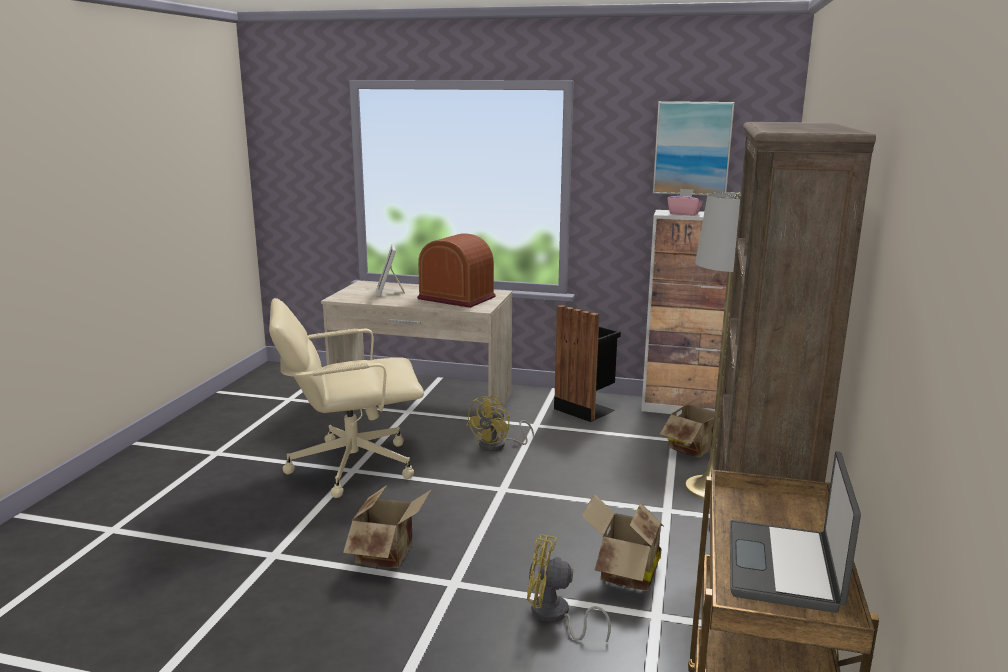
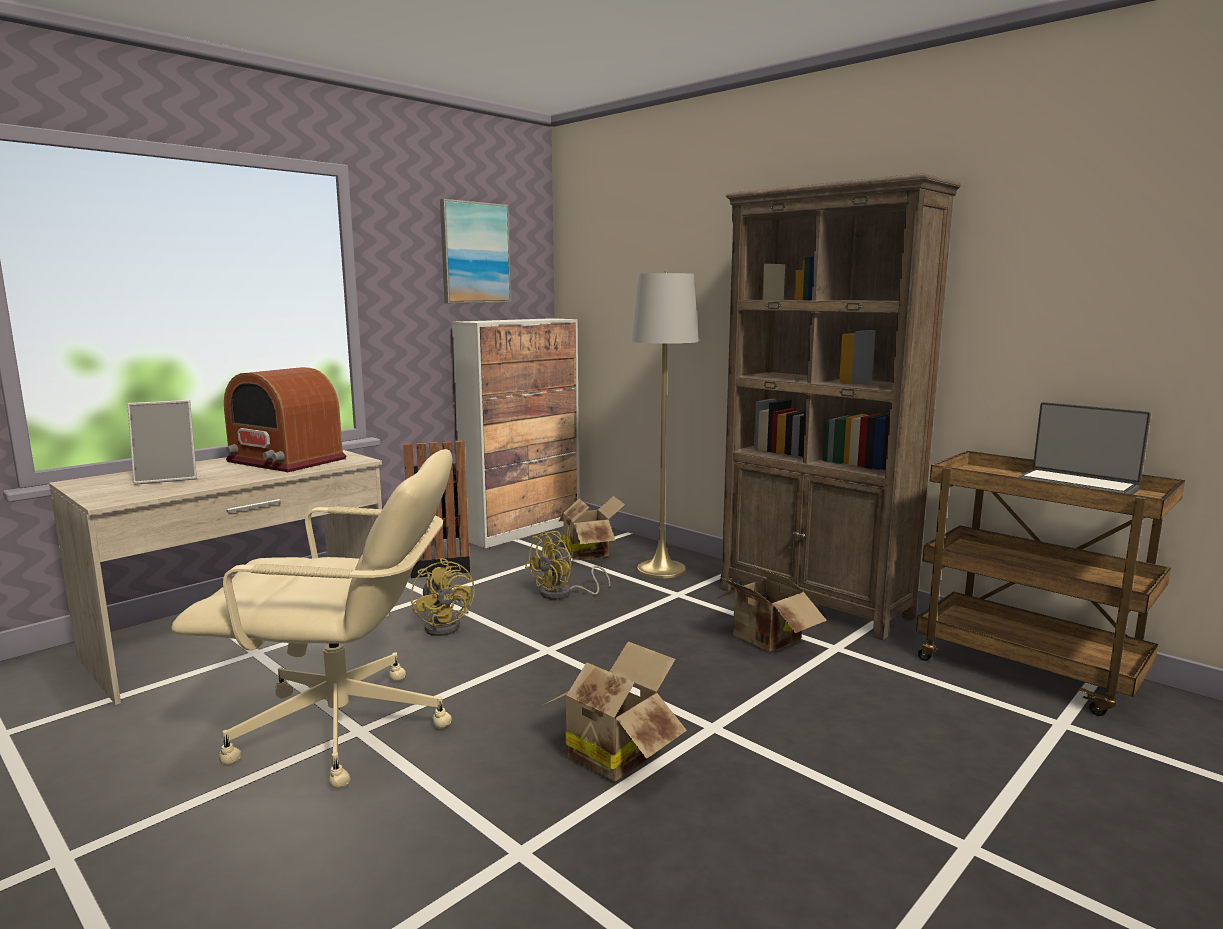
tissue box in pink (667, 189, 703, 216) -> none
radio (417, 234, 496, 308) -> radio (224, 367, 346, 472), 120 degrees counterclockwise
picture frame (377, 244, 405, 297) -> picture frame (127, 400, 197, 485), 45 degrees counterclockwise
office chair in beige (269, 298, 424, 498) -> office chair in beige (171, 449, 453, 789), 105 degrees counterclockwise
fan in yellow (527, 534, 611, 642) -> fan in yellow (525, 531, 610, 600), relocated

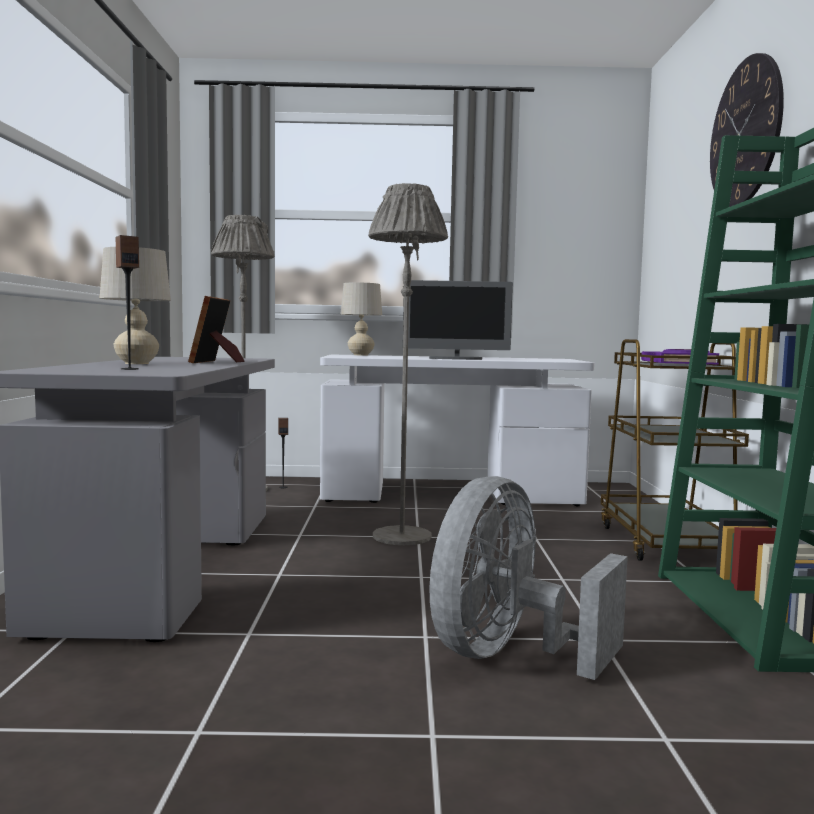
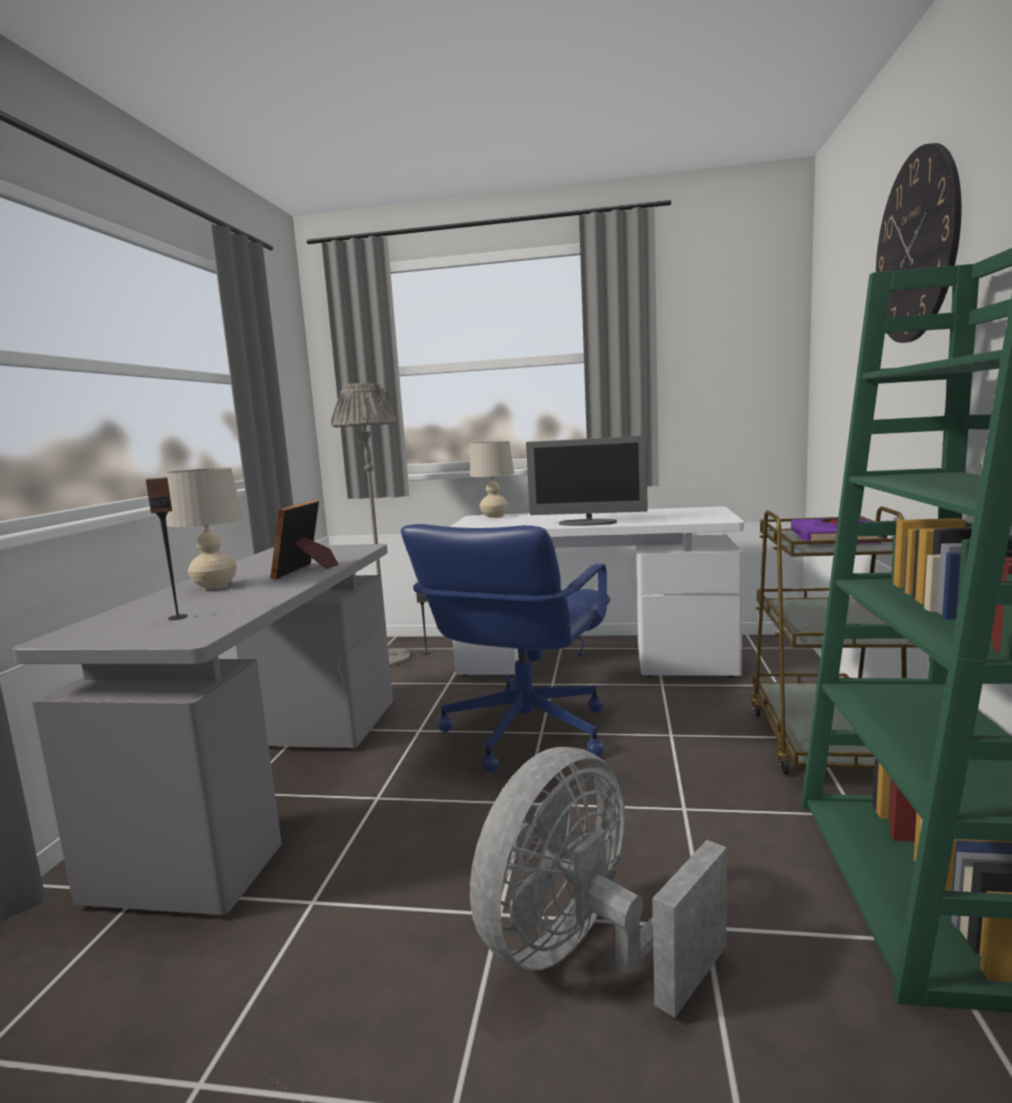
floor lamp in grey (368, 183, 448, 545) -> office chair in blue (401, 524, 610, 773)

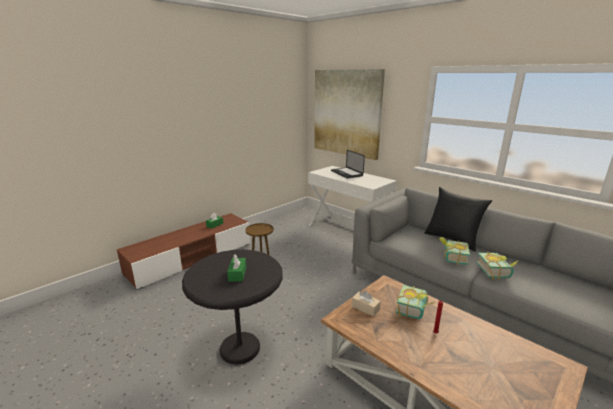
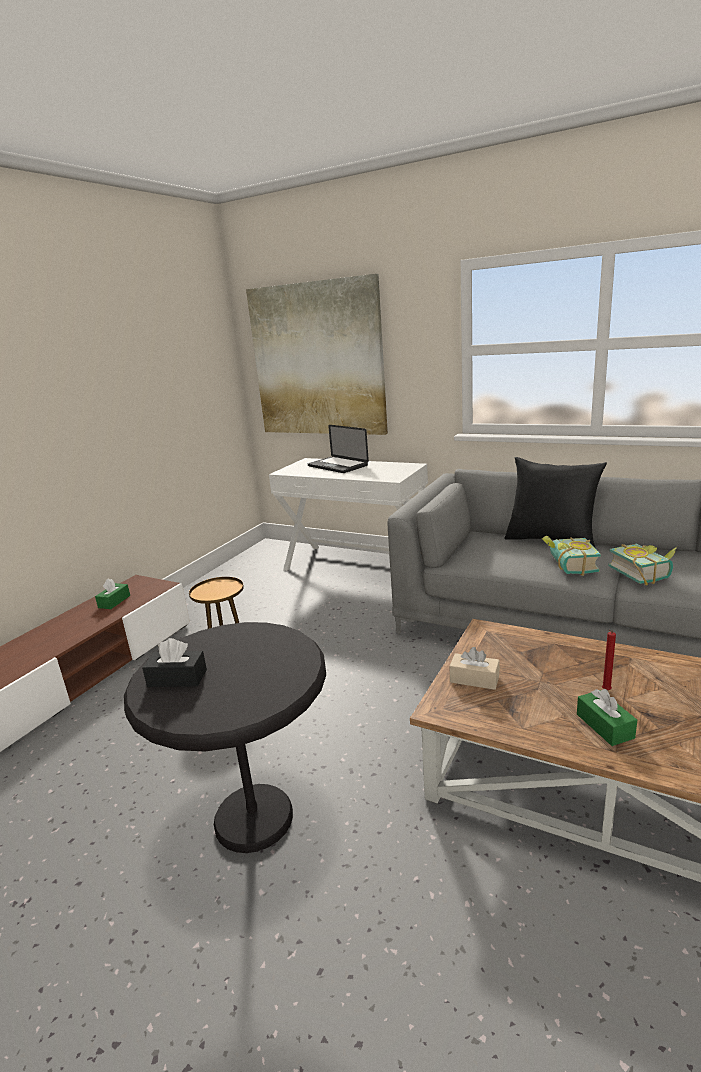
tissue box in green (227, 254, 246, 282) -> tissue box in green (577, 689, 637, 746), relocated
book (396, 285, 433, 319) -> none
none -> tissue box in black (142, 638, 207, 687)

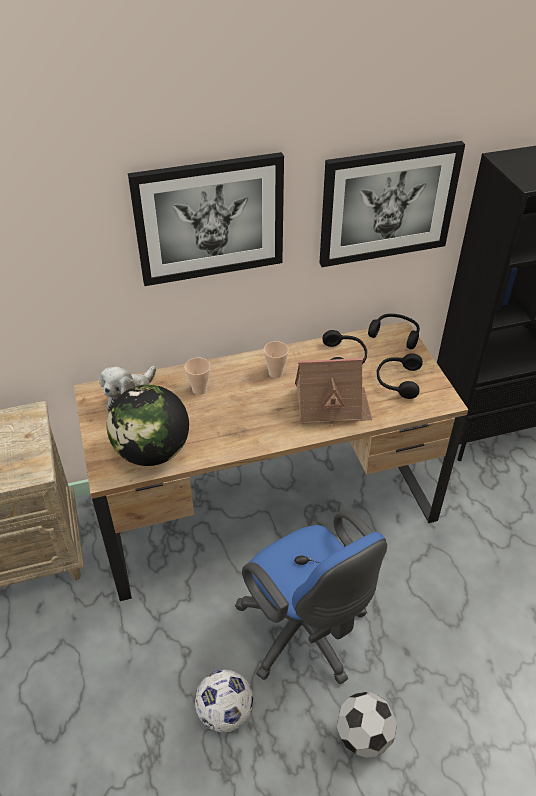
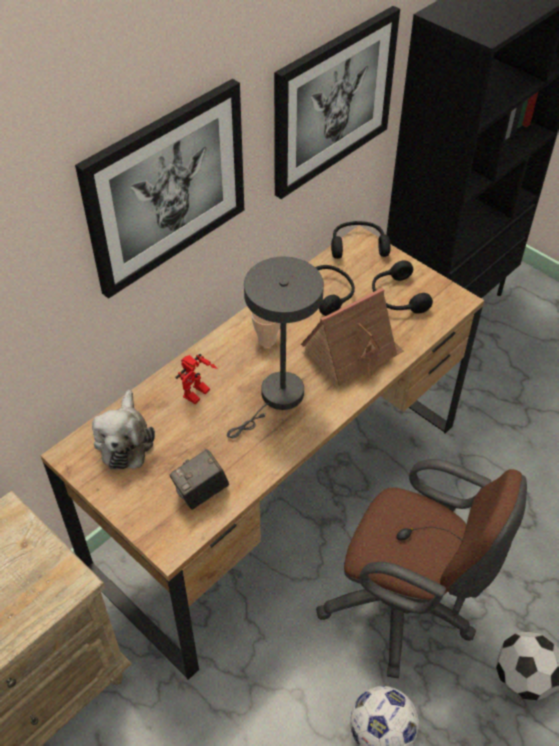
cup (185, 358, 211, 395) -> toy robot (175, 354, 217, 404)
globe (107, 385, 189, 466) -> photo camera (170, 449, 229, 510)
office chair in blue (235, 510, 387, 684) -> office chair in brown (316, 459, 527, 678)
none -> table lamp in grey (227, 257, 324, 438)

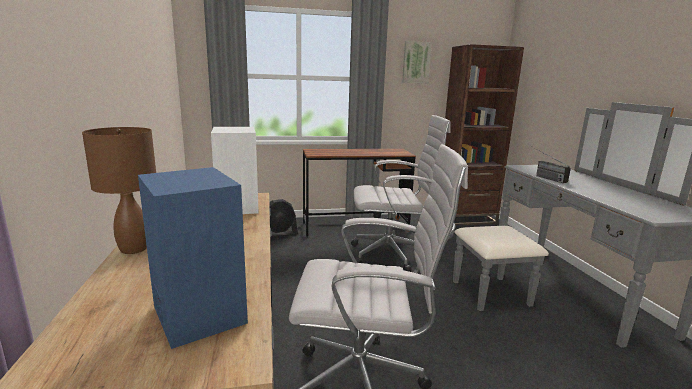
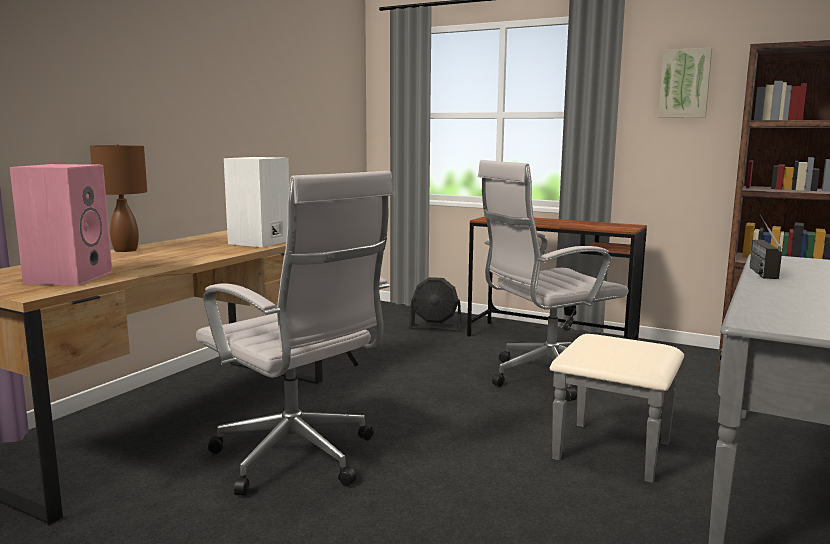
office chair in white (351, 115, 451, 272) -> office chair in white (478, 160, 629, 401), 120 degrees clockwise
speaker in blue (138, 167, 248, 349) -> speaker in pink (10, 164, 112, 286)

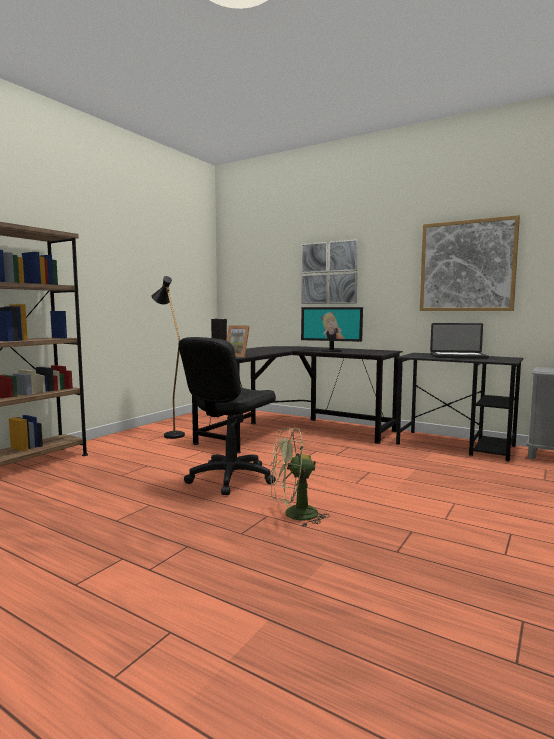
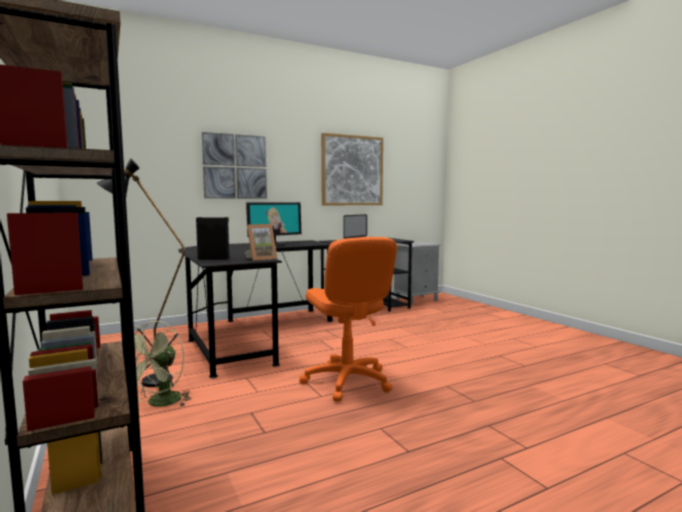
office chair in black (179, 337, 276, 495) -> office chair in orange (299, 237, 397, 402)
fan in green (270, 428, 330, 527) -> fan in green (134, 321, 192, 407), relocated

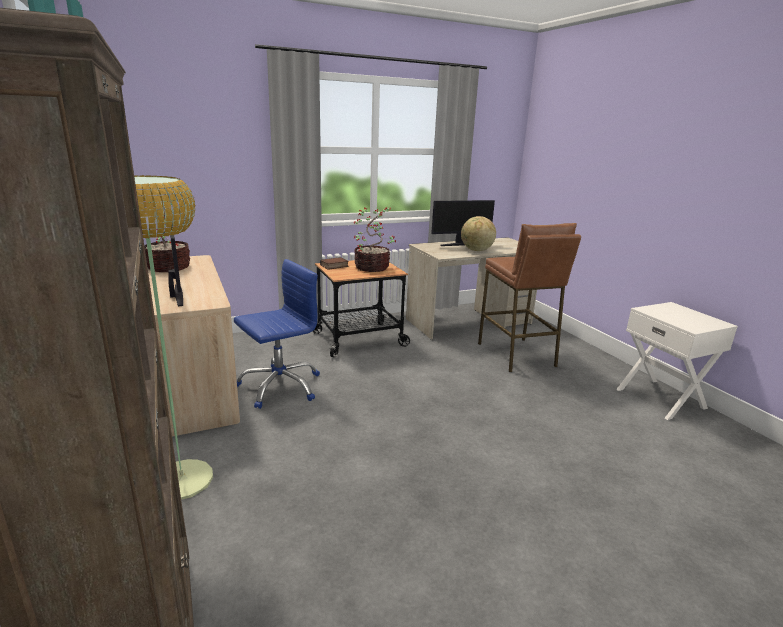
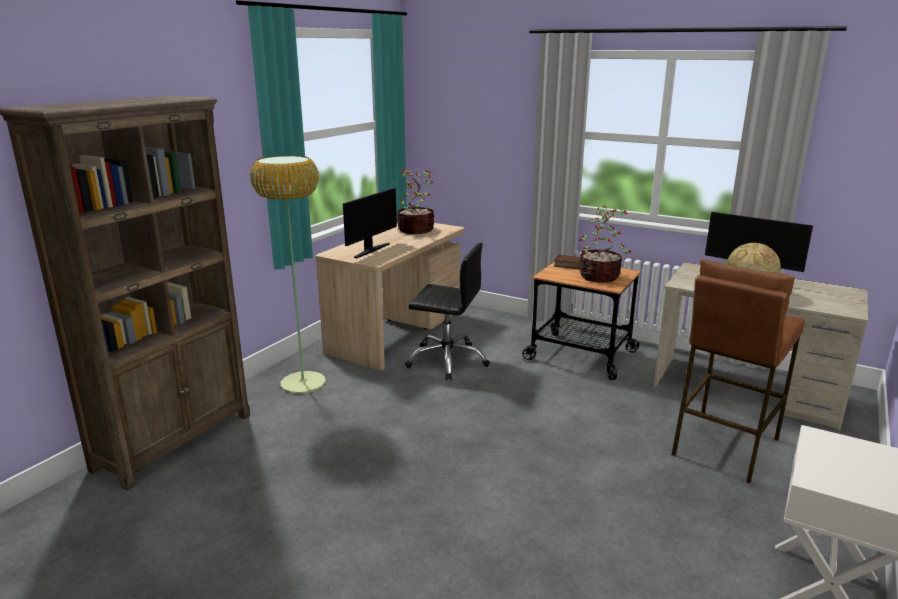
office chair in blue (234, 259, 320, 409) -> office chair in black (405, 243, 490, 380)

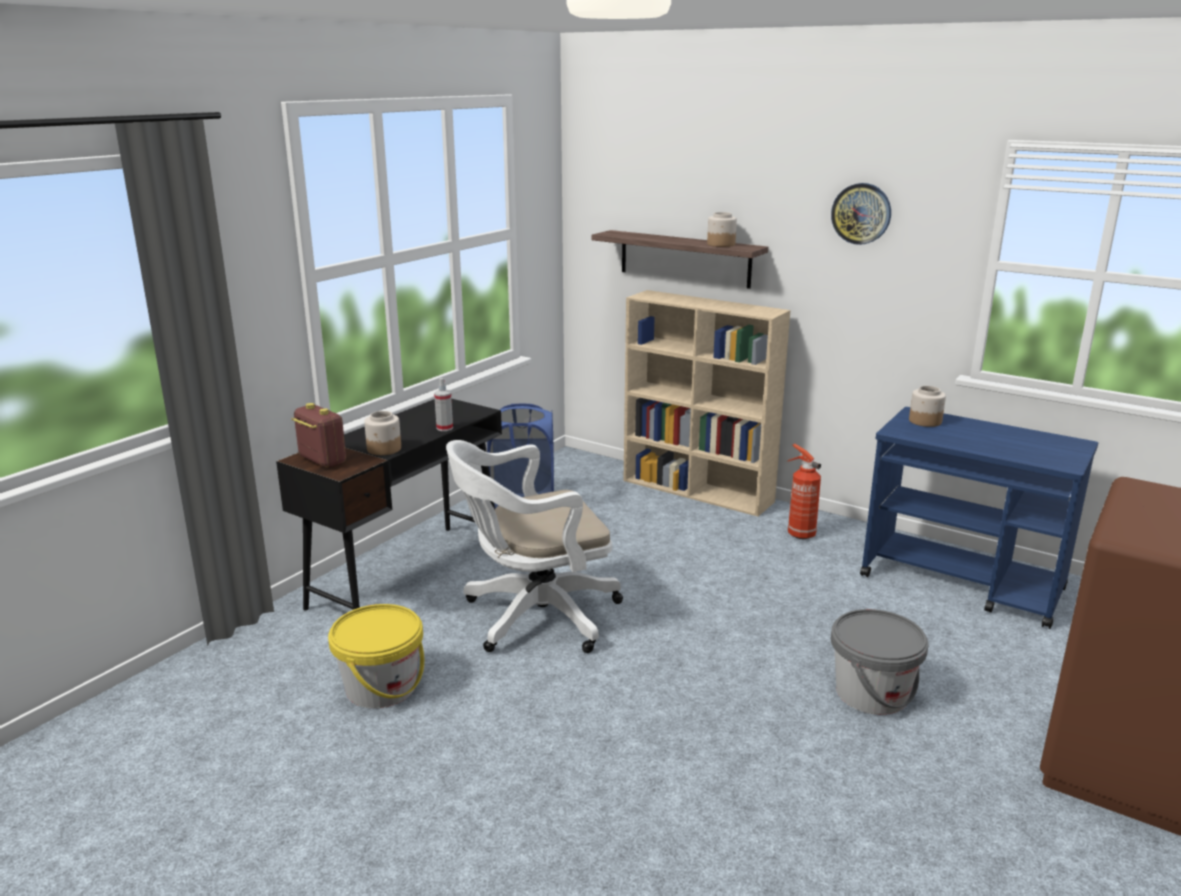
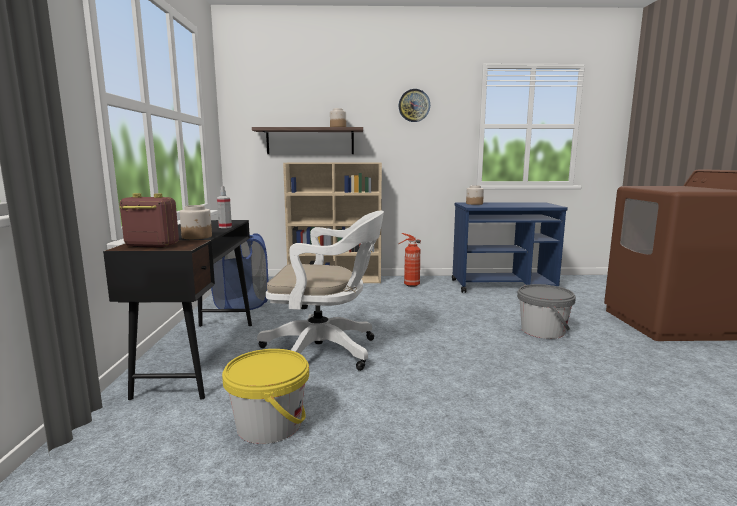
office chair in white (446, 440, 623, 653) -> office chair in white (257, 211, 384, 371), 120 degrees counterclockwise

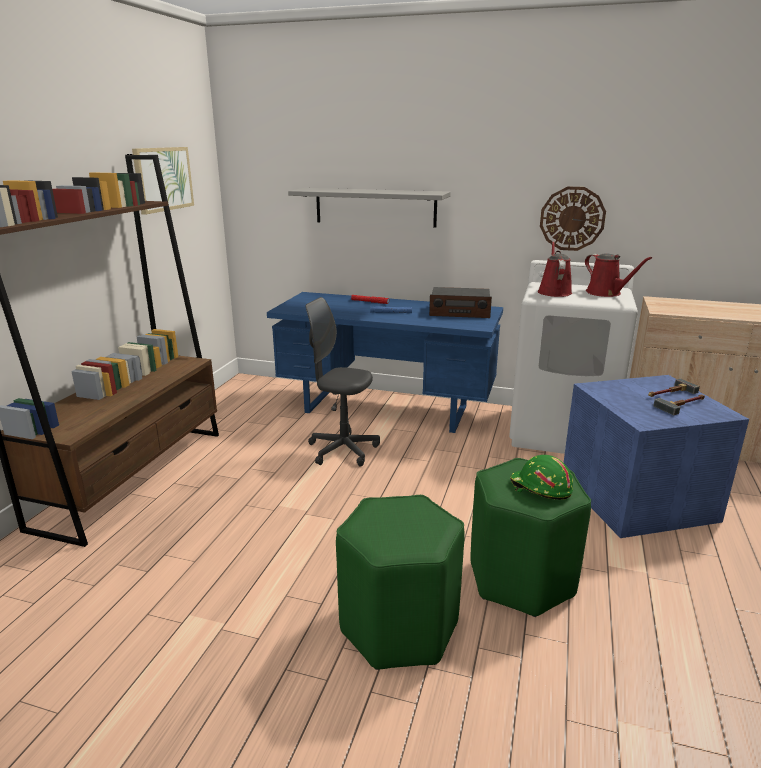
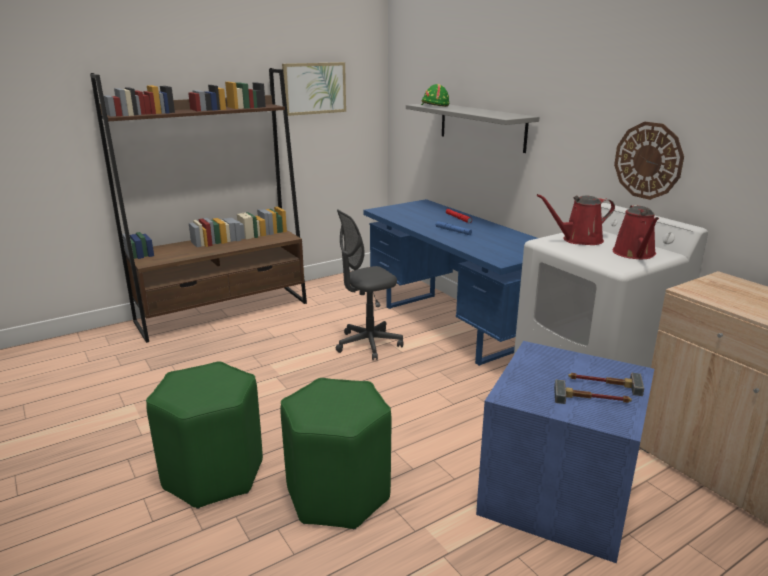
watering can in red (538, 241, 572, 297) -> watering can in red (537, 194, 615, 245), 150 degrees counterclockwise
radio (429, 287, 492, 318) -> none
office chair in grey (306, 297, 380, 467) -> office chair in grey (336, 209, 403, 361), 90 degrees counterclockwise
hard hat in green (510, 455, 573, 500) -> hard hat in green (421, 84, 450, 107), relocated

